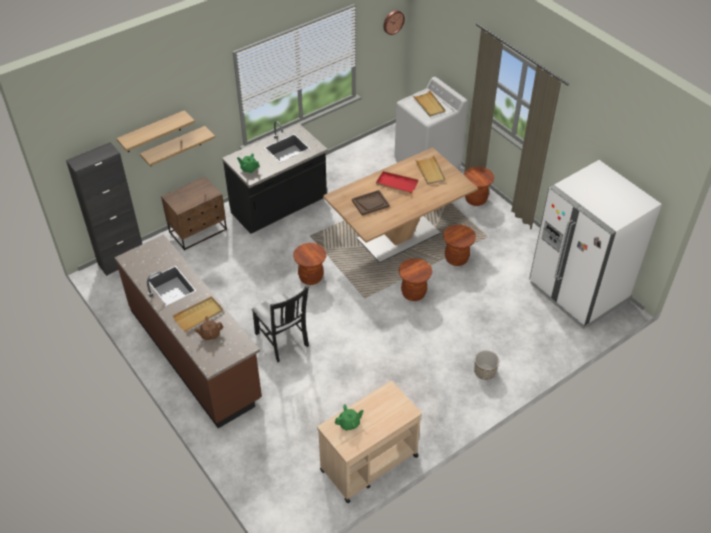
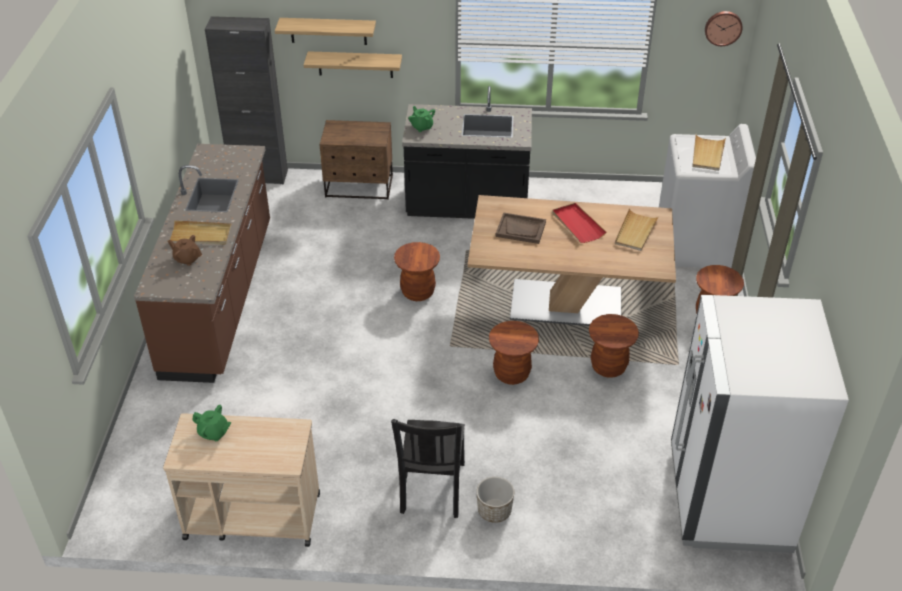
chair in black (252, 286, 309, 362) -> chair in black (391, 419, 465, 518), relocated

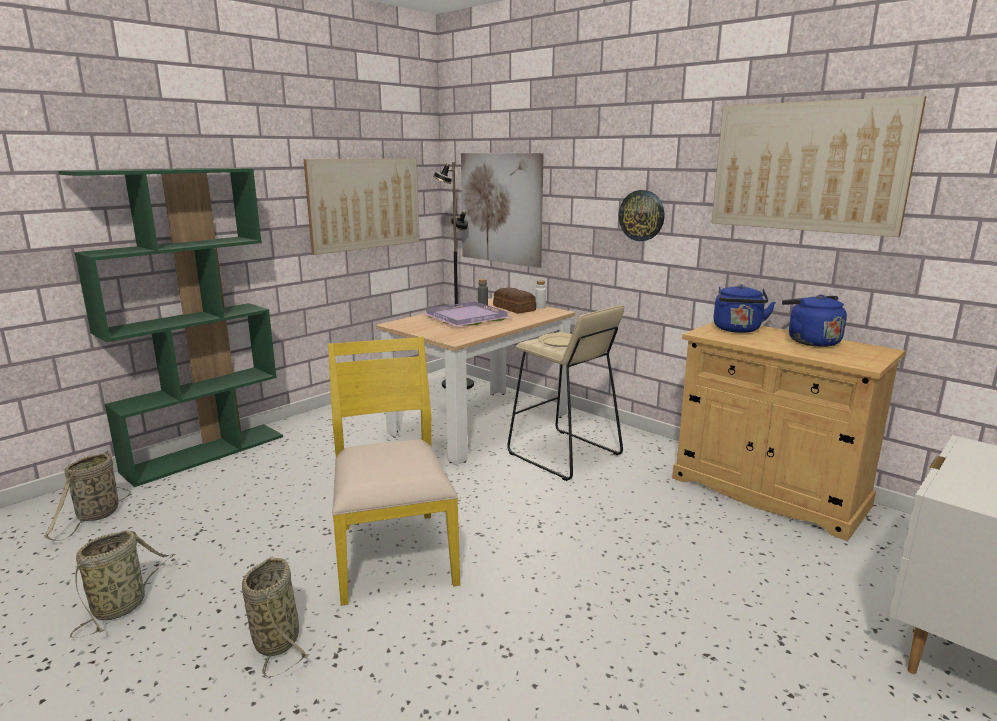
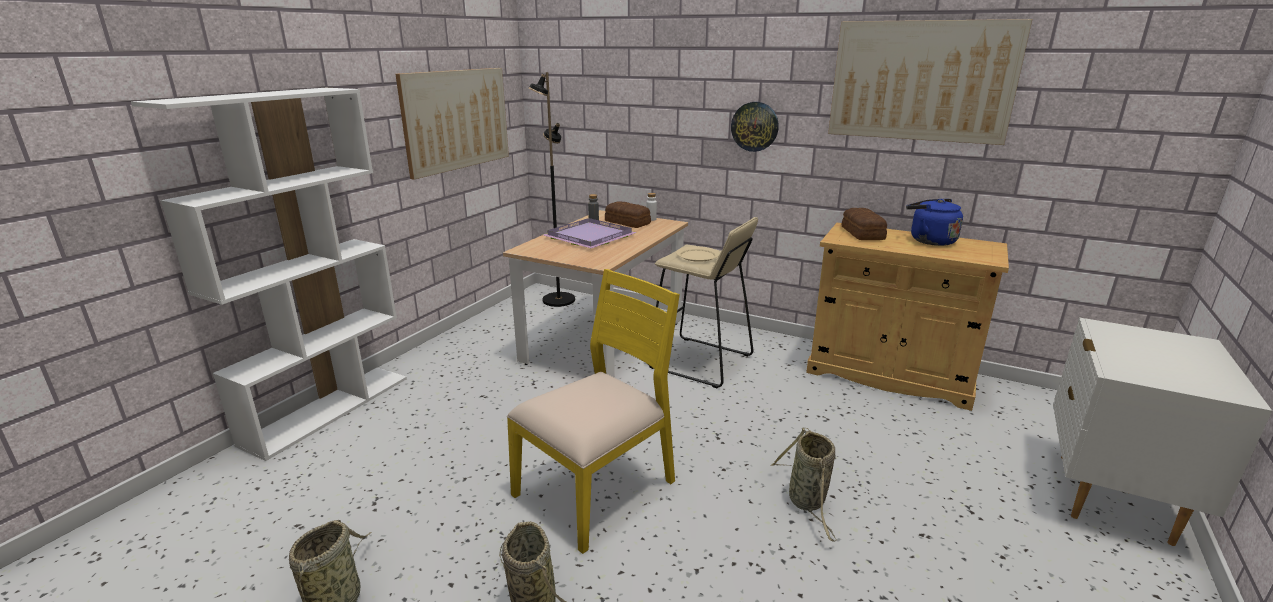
picture (461, 153, 544, 268) -> none
bookcase in green (58, 168, 283, 487) -> bookcase in white (131, 88, 407, 461)
kettle in blue (713, 284, 776, 333) -> bread (841, 208, 887, 240)
chair in yellow (328, 337, 460, 606) -> chair in yellow (507, 269, 680, 554), 75 degrees clockwise
basket (44, 451, 131, 541) -> basket (771, 428, 837, 542), relocated

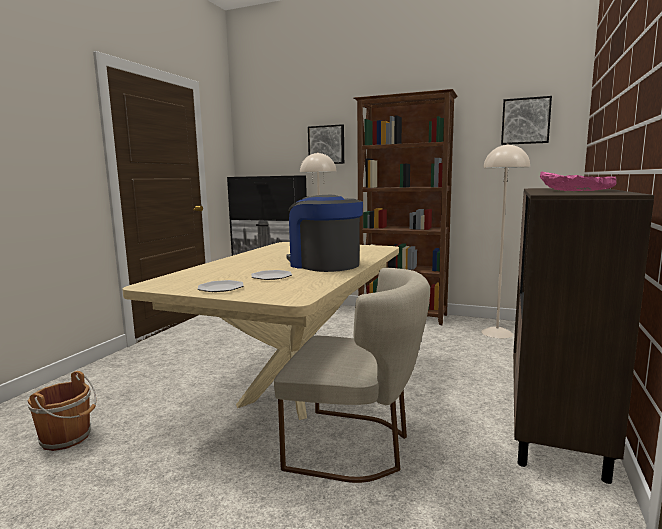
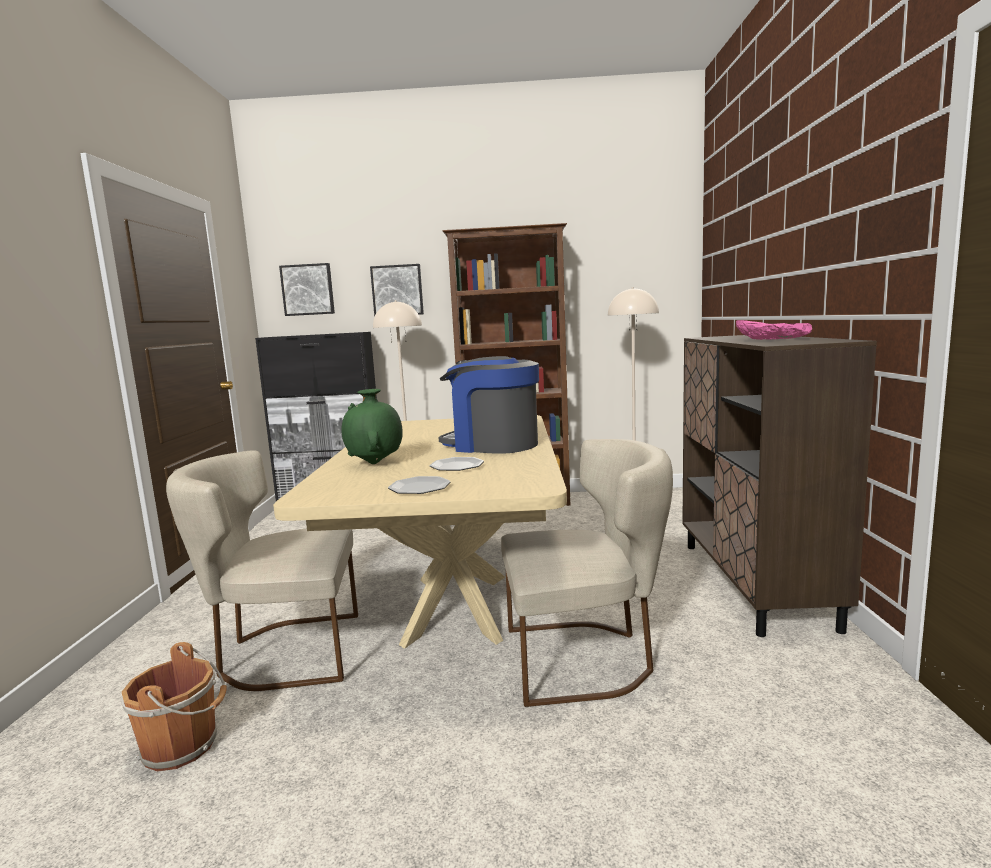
picture (501, 96, 552, 145) -> picture (279, 263, 335, 316), relocated
none -> vase in green (341, 389, 403, 464)
none -> chair in beige (166, 450, 358, 691)

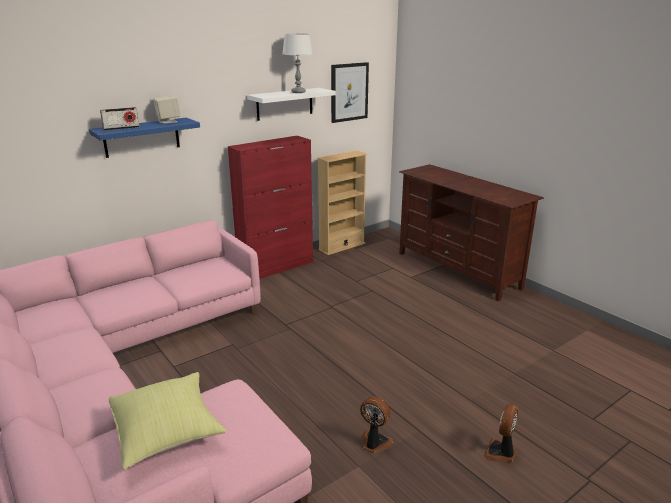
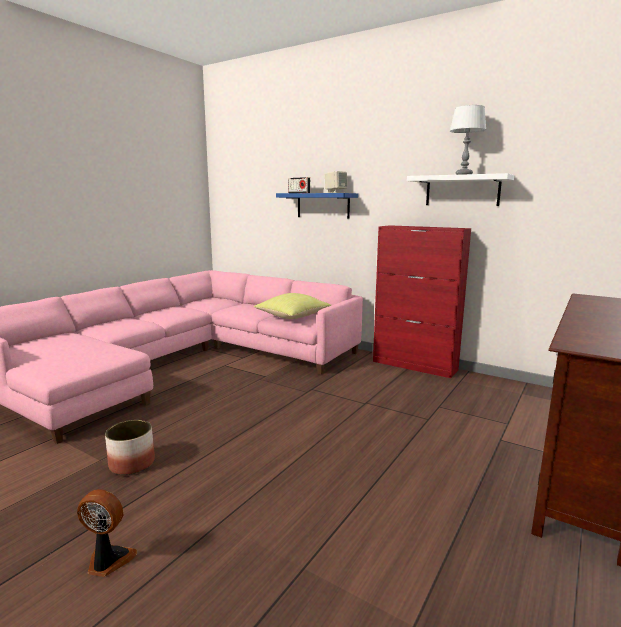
picture (331, 62, 369, 123) -> none
bookcase in beige (317, 150, 367, 255) -> none
pillow in yellow (109, 372, 227, 470) -> pillow in yellow (254, 293, 331, 319), relocated
fan (360, 396, 393, 453) -> planter (105, 420, 155, 475)

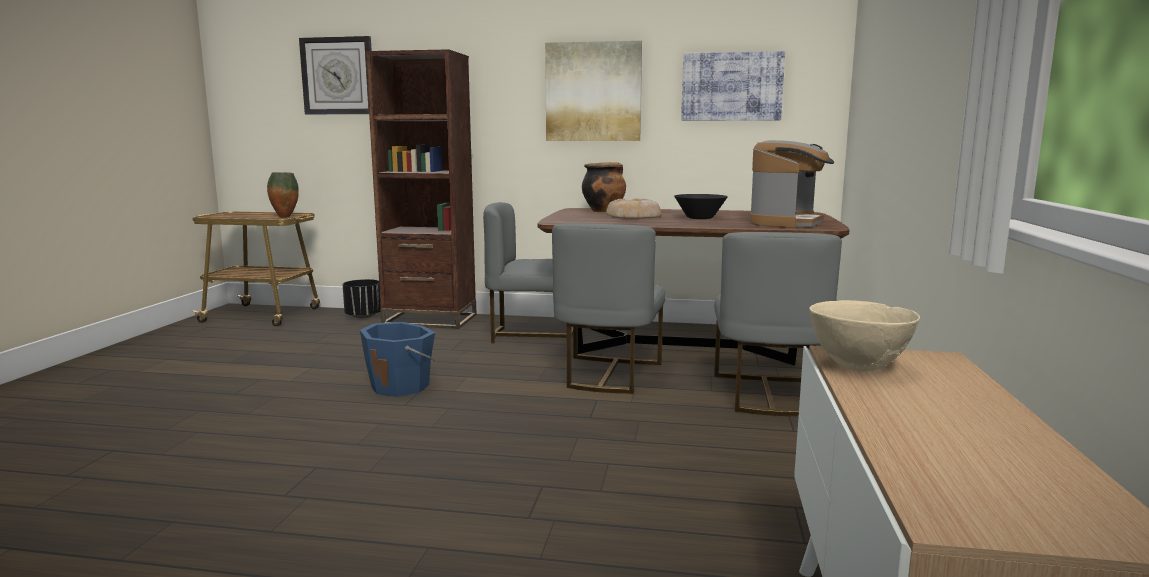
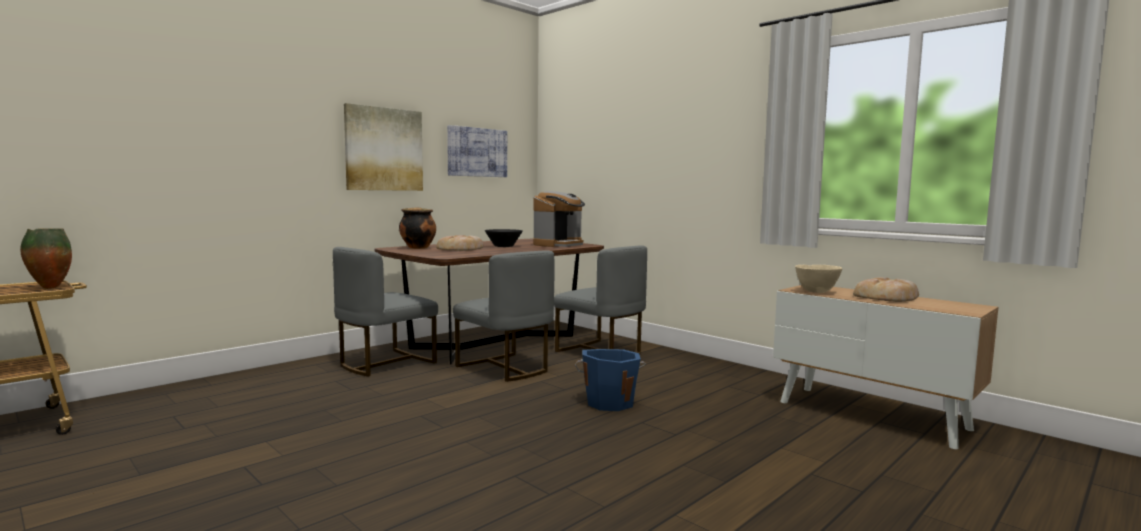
wall clock (299, 36, 372, 114) -> none
bookcase in brown (366, 49, 477, 329) -> none
coffee machine (750, 140, 834, 228) -> coffee machine (533, 191, 585, 247), 60 degrees clockwise
planter in black (343, 279, 381, 318) -> none
bucket in blue (360, 322, 435, 397) -> bucket in blue (575, 349, 646, 411), relocated
none -> bread (853, 277, 919, 302)

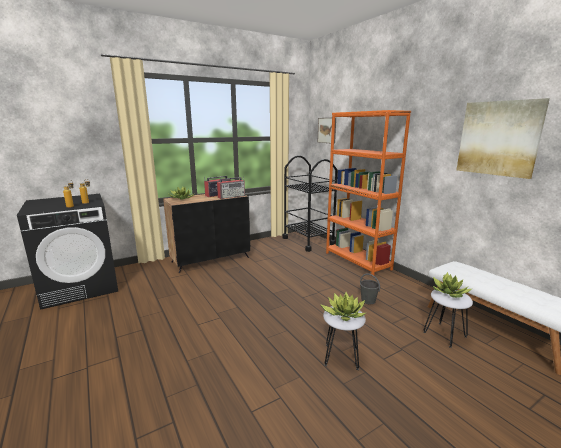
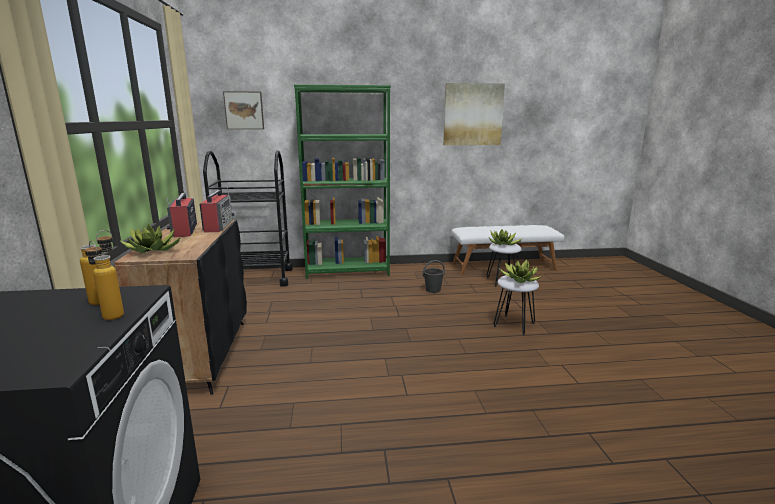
bookcase in orange (326, 110, 411, 275) -> bookcase in green (294, 85, 391, 279)

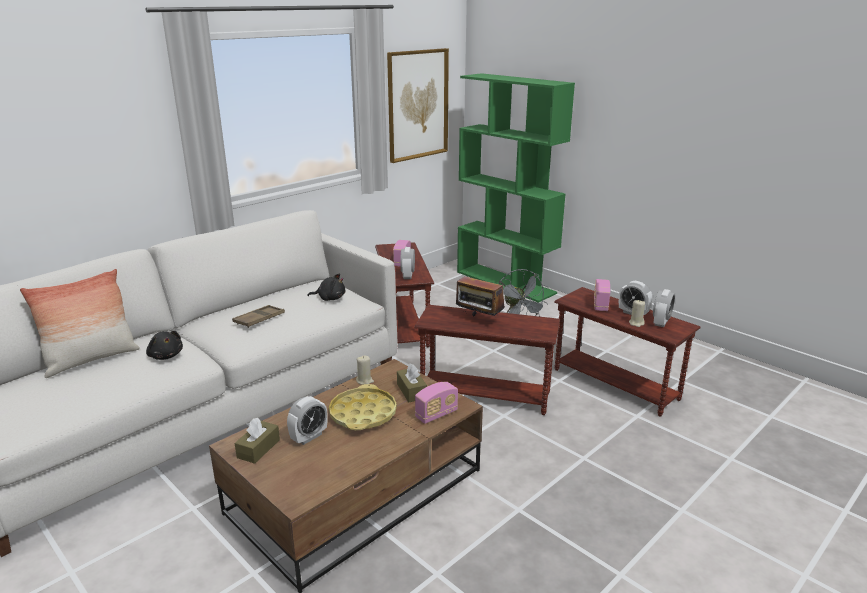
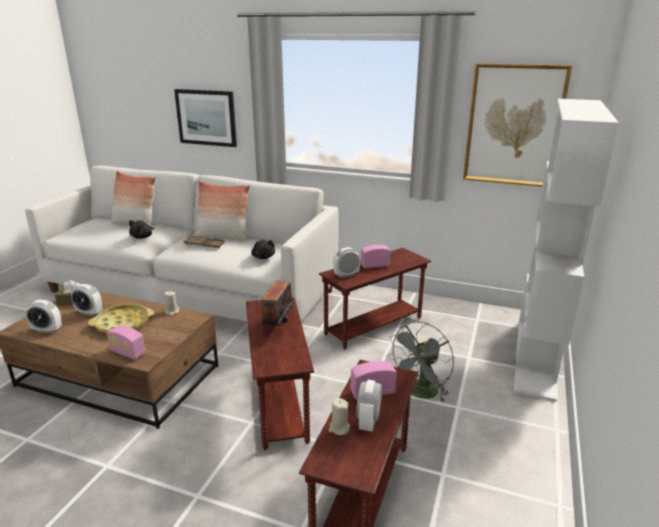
bookcase in green (457, 73, 575, 303) -> bookcase in white (514, 99, 619, 402)
alarm clock (653, 289, 675, 327) -> alarm clock (25, 300, 62, 333), relocated
tissue box in brown (397, 363, 427, 402) -> none
none -> picture (174, 89, 237, 147)
none -> pillow (194, 181, 250, 241)

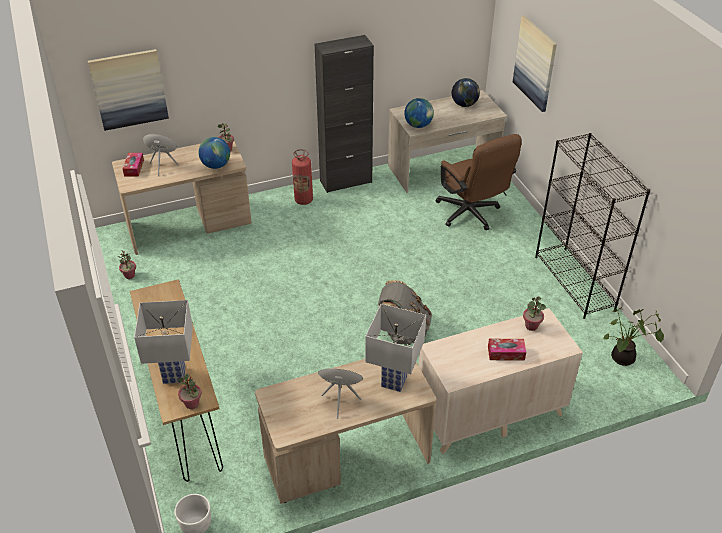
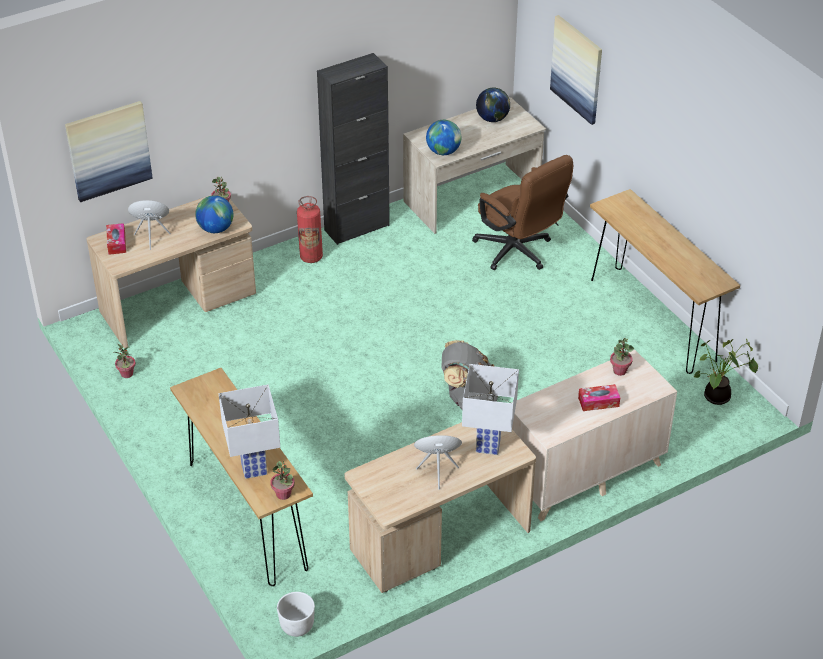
bookcase in black (535, 133, 650, 319) -> console table in brown (590, 189, 740, 374)

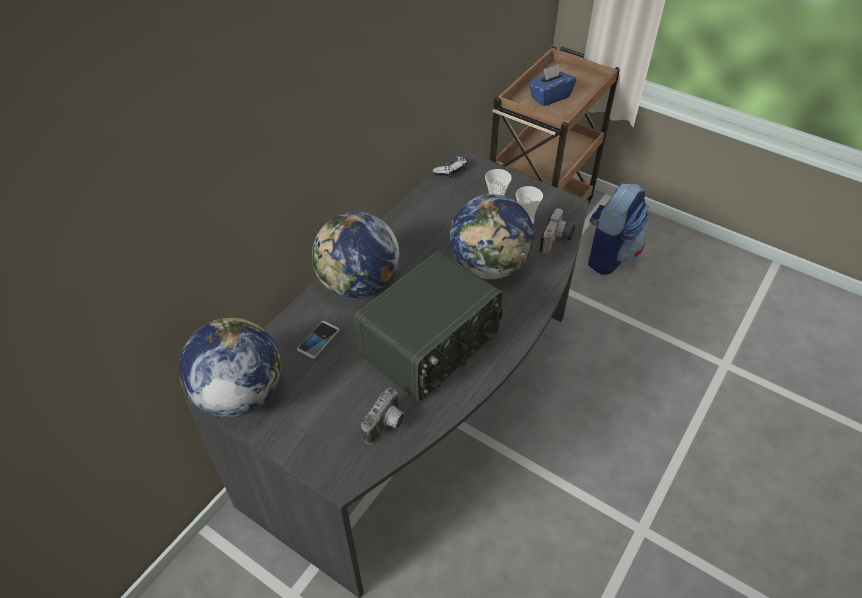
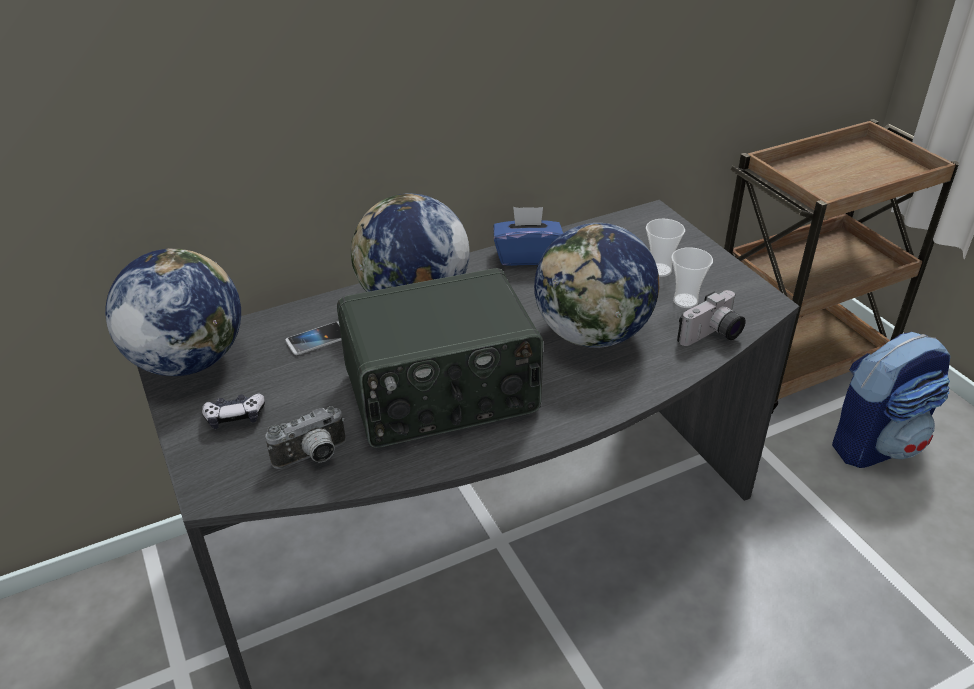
tissue box in blue (528, 64, 576, 106) -> tissue box in blue (494, 207, 563, 266), relocated
game controller (433, 156, 467, 178) -> game controller (202, 393, 265, 429), relocated

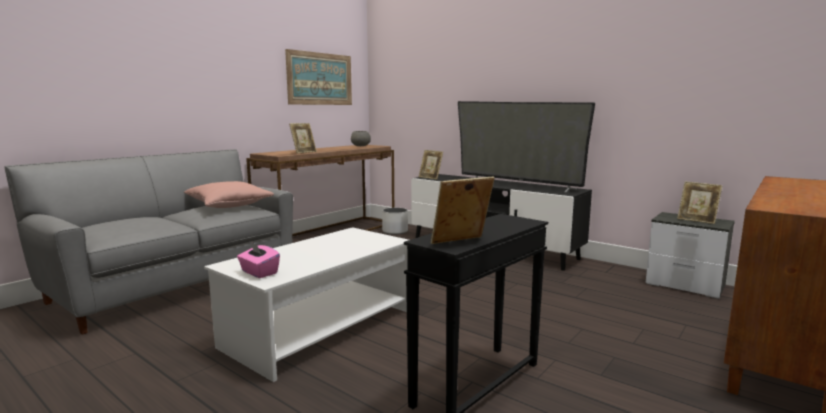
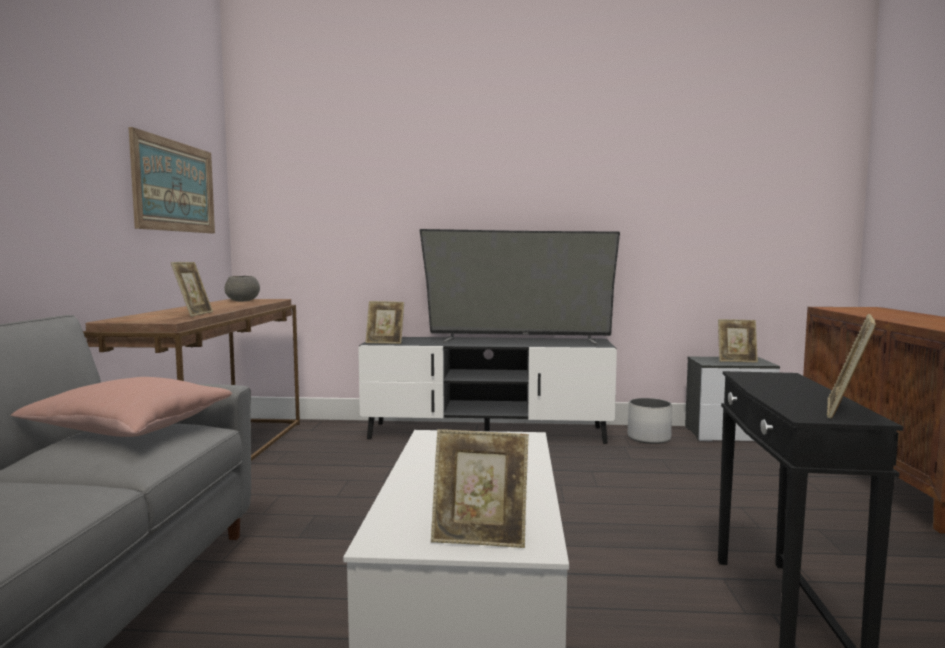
planter in white (382, 208, 408, 235) -> planter in white (628, 398, 672, 444), relocated
tissue box in pink (237, 241, 280, 278) -> picture frame (431, 429, 529, 548)

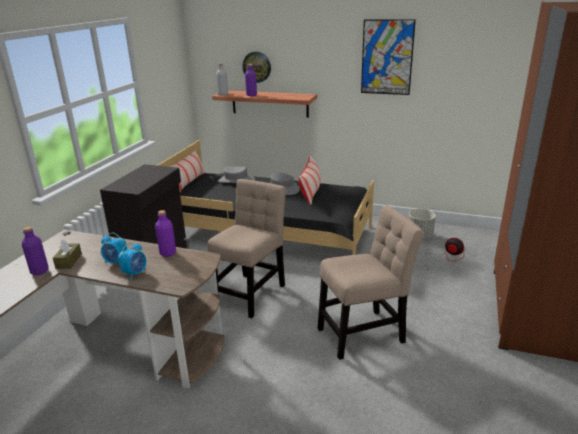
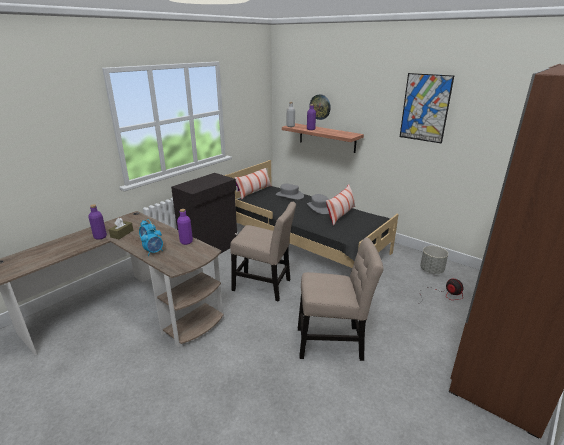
chair in beige (208, 179, 286, 318) -> chair in beige (230, 202, 296, 302), 60 degrees clockwise

